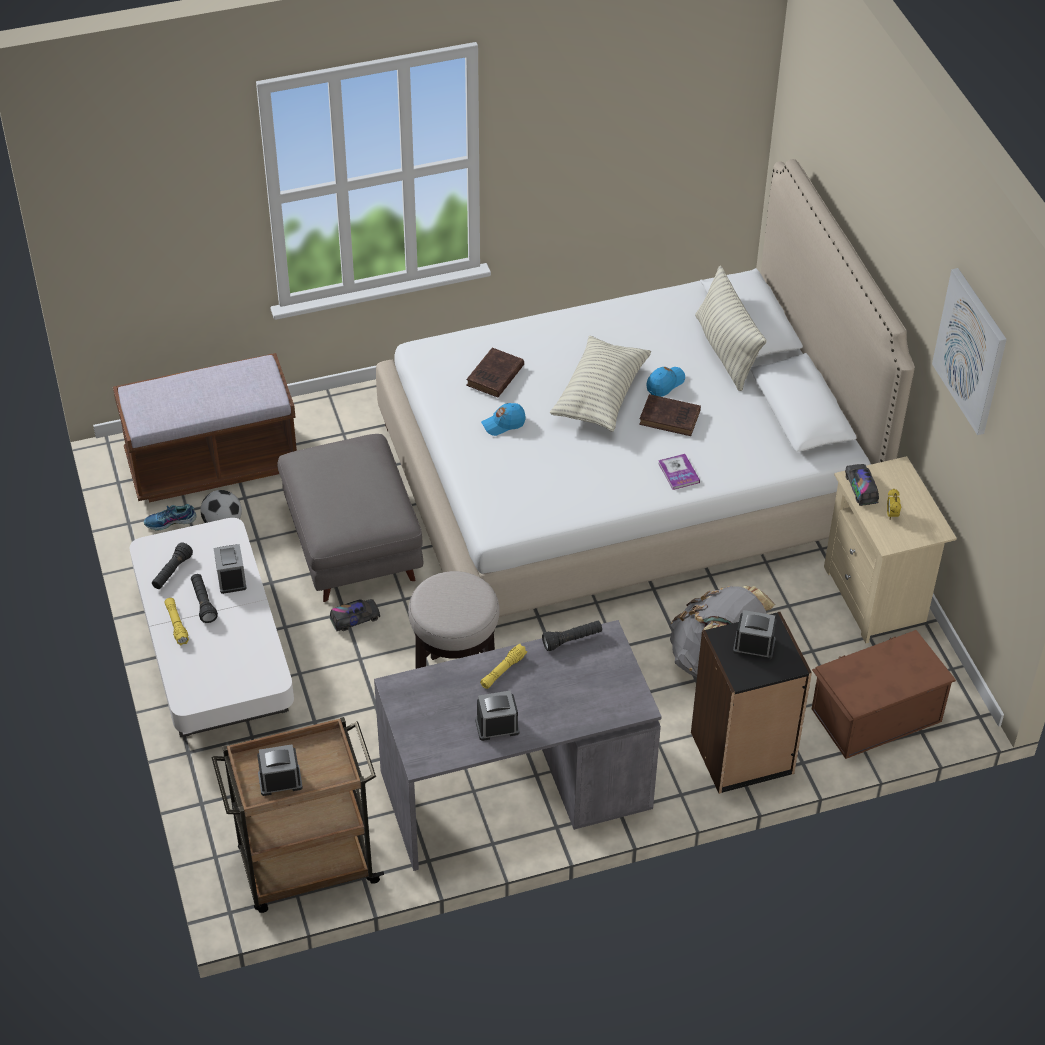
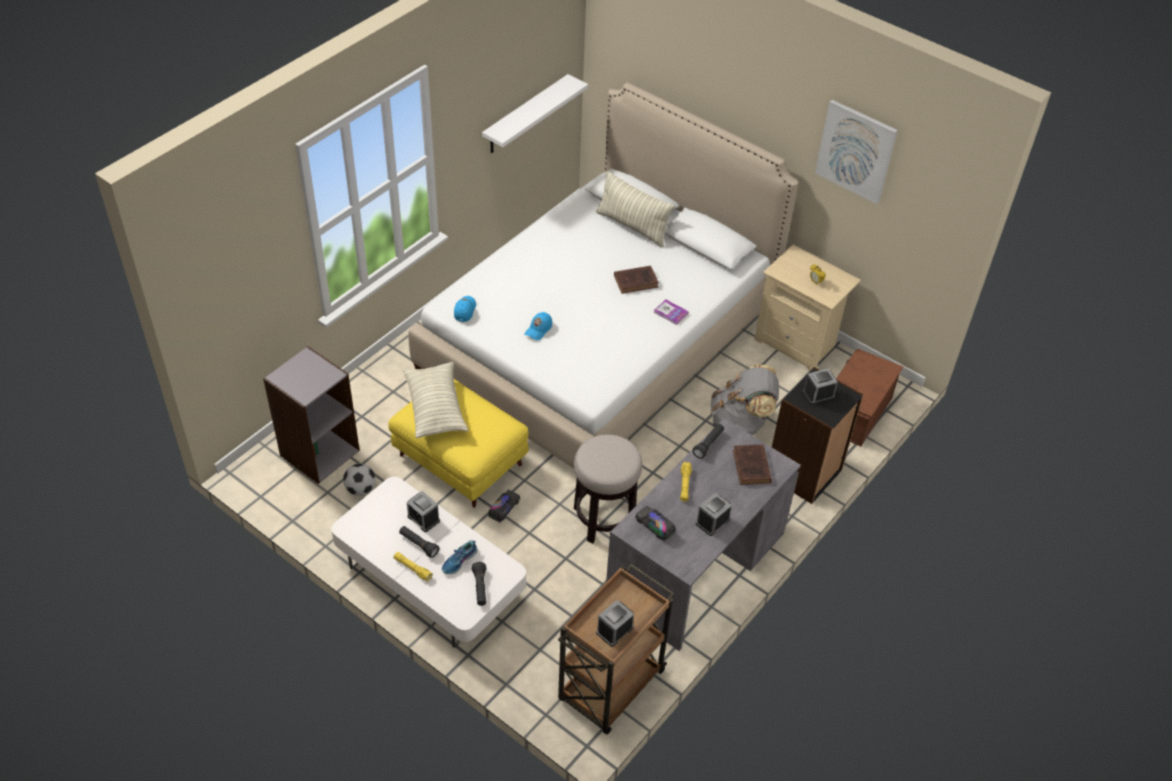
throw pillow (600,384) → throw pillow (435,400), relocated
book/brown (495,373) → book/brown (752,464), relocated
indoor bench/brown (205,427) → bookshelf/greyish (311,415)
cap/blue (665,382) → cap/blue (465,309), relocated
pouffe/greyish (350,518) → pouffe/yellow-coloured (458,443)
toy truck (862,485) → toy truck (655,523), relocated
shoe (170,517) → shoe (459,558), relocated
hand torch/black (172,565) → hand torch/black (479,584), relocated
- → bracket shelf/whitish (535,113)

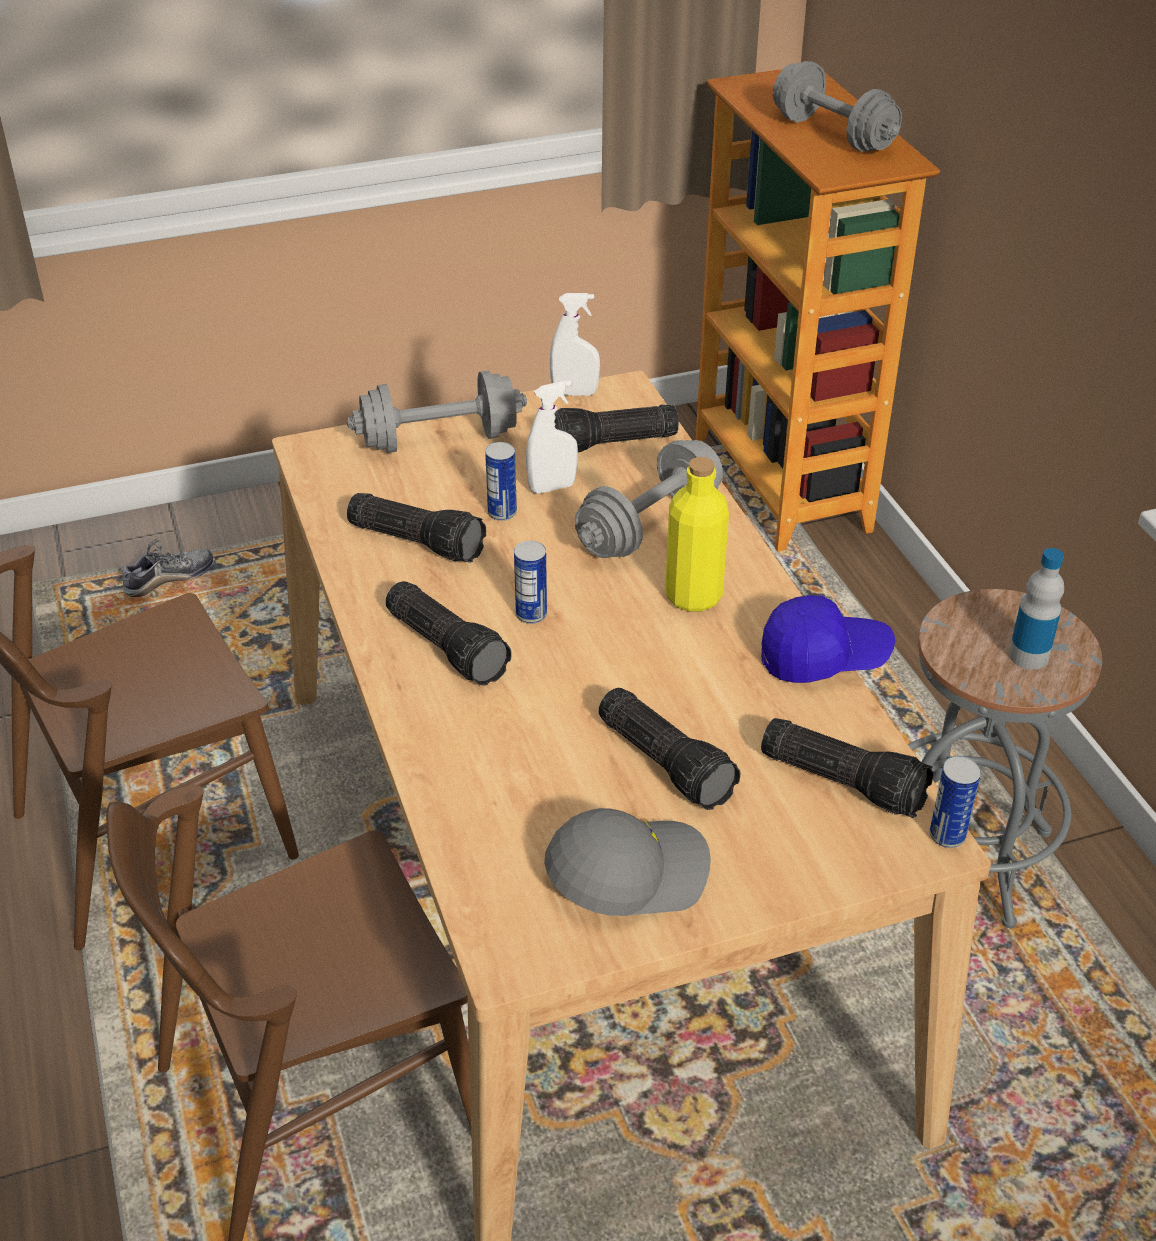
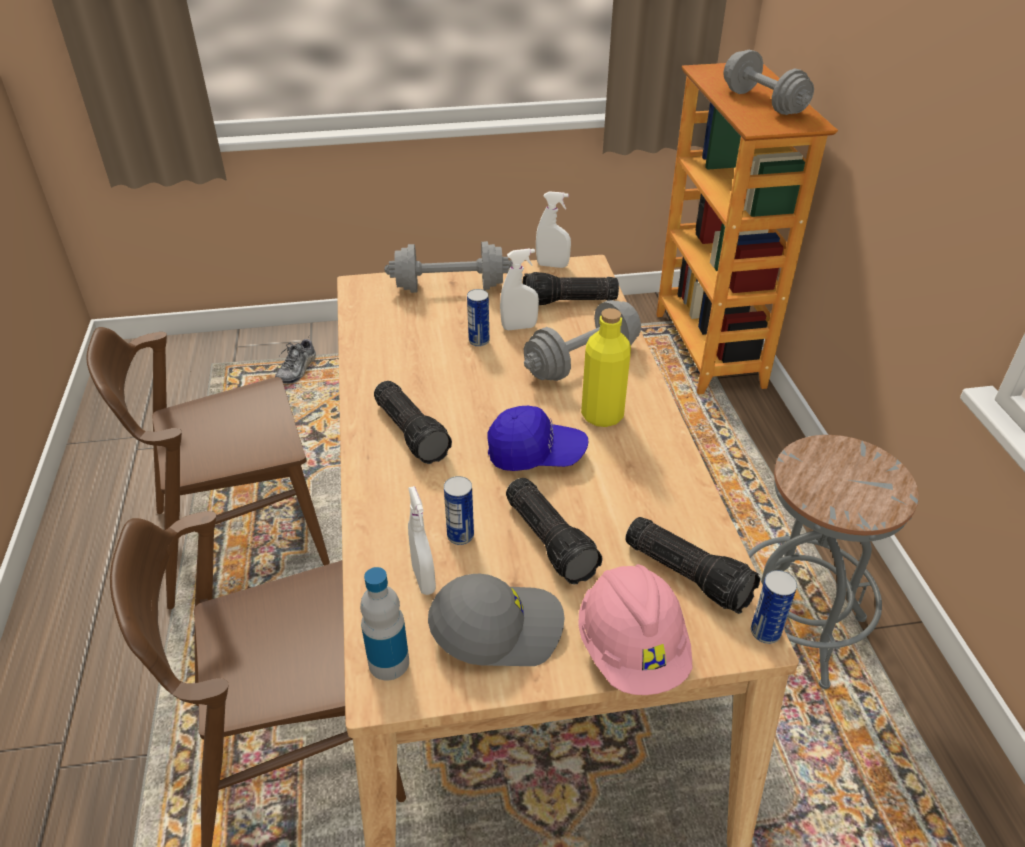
hand torch (416,528) → -
shoe (166,567) → shoe (295,361), 135 degrees clockwise
metal can (530,582) → metal can (459,510), relocated
beverage bottle (1036,608) → beverage bottle (384,623), relocated
cap/blue (828,639) → cap/blue (537,438), relocated
- → sprayer/whitish (422,540)
- → work helmet/pink (635,629)

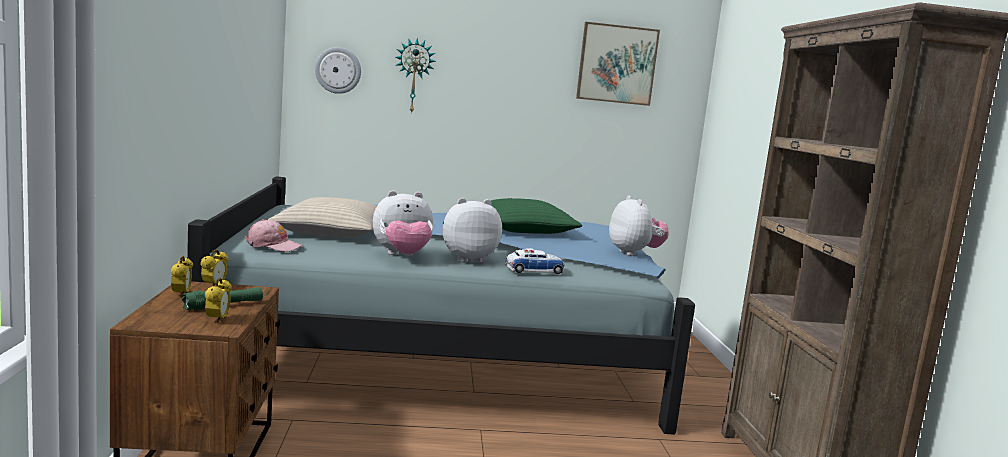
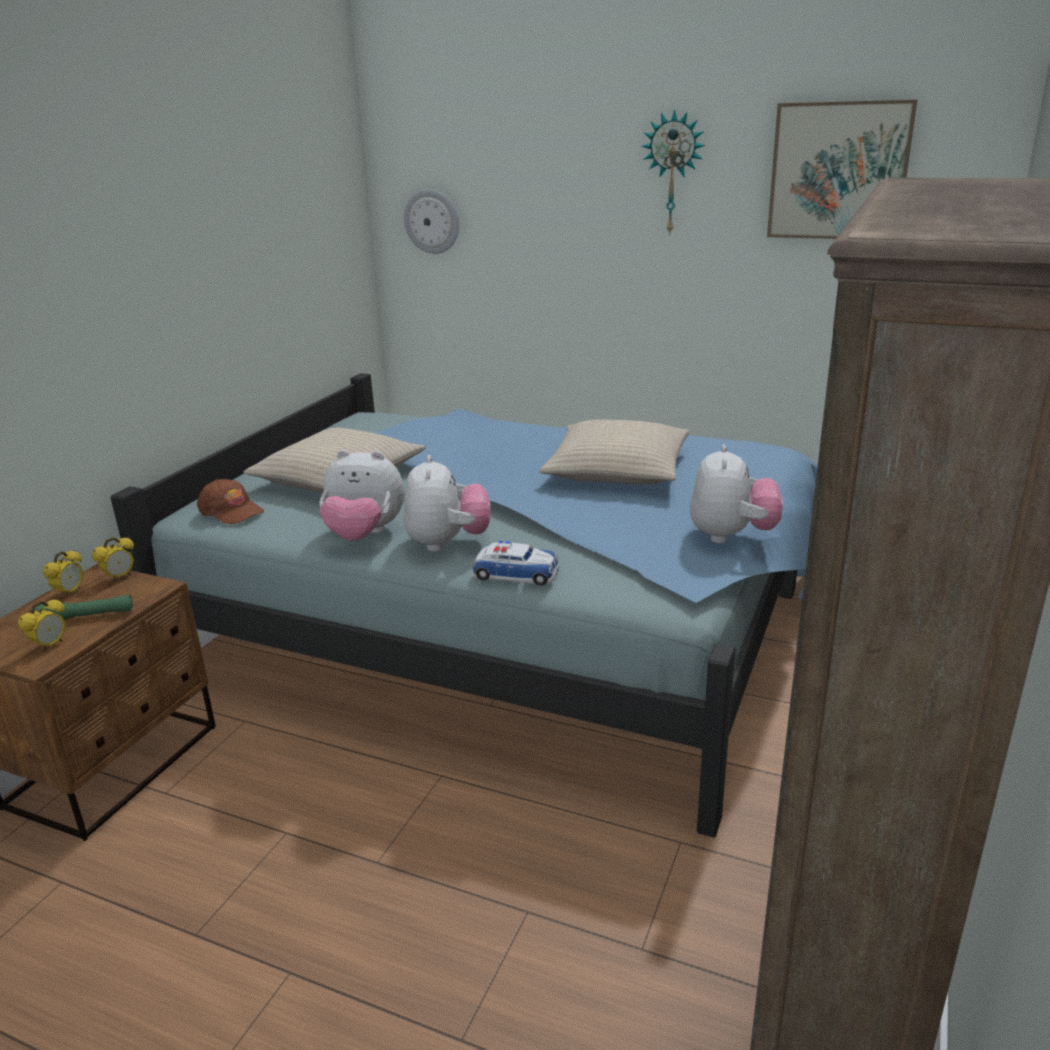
hanging clock (415,76) → hanging clock (674,172), relocated
cuddly toy (472,230) → cuddly toy (447,503), 75 degrees clockwise
throw pillow/green (536,216) → throw pillow/beige-coloured (615,452)
cap/pink (274,235) → cap/brown (230,501)

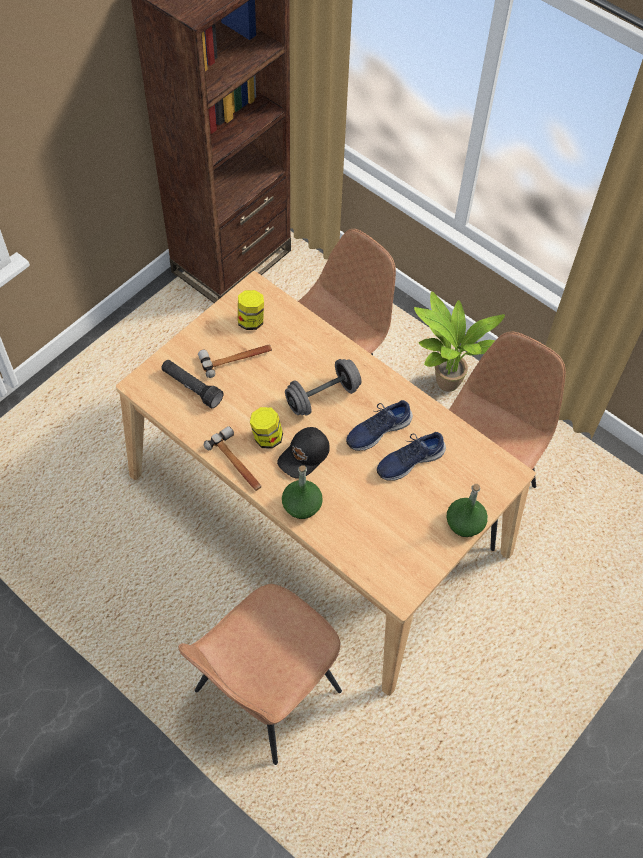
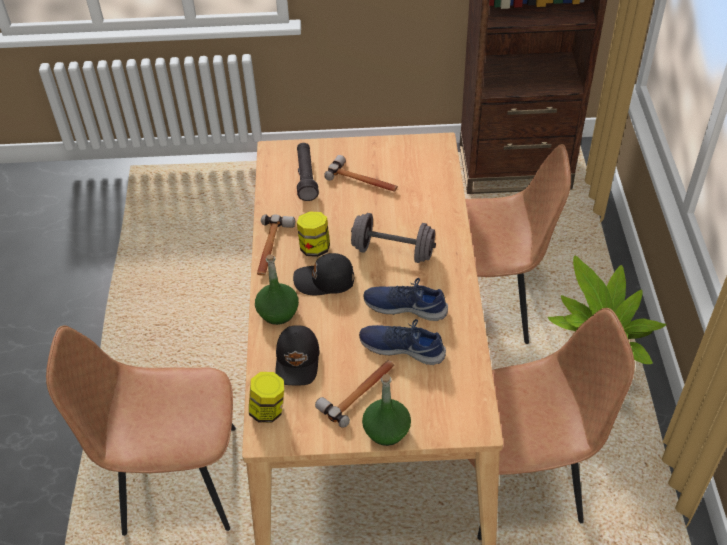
storage jar (251,310) → storage jar (266,397), relocated
- → cap/black (297,355)
- → tool hammer (354,394)

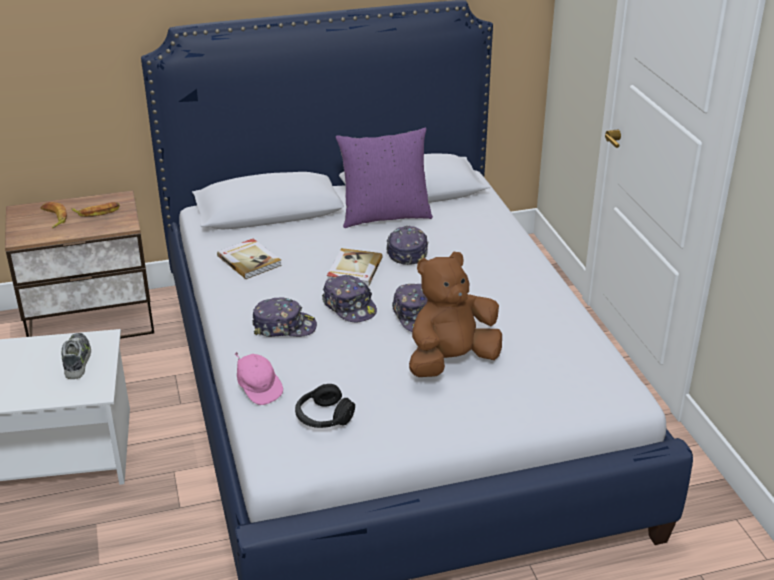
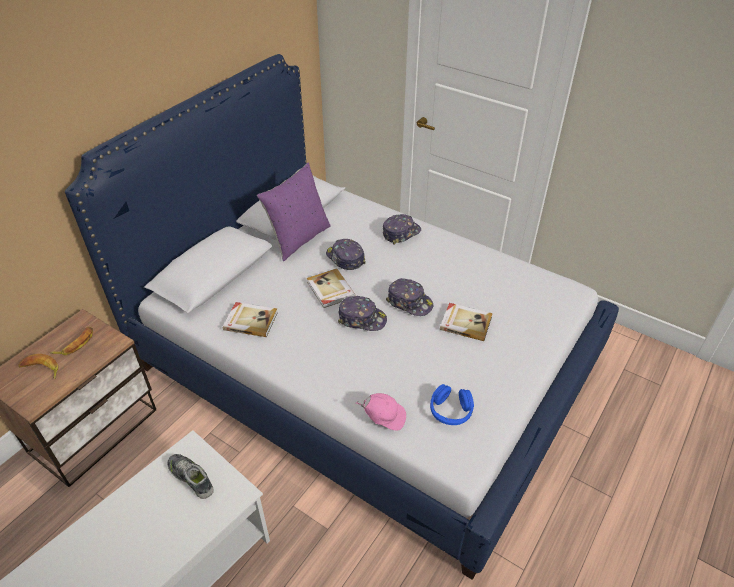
cuddly toy/brown (455,314) → book (466,322)
cap (285,317) → cap (402,229), relocated
pair of headphones/black (325,406) → pair of headphones/blue (452,404)

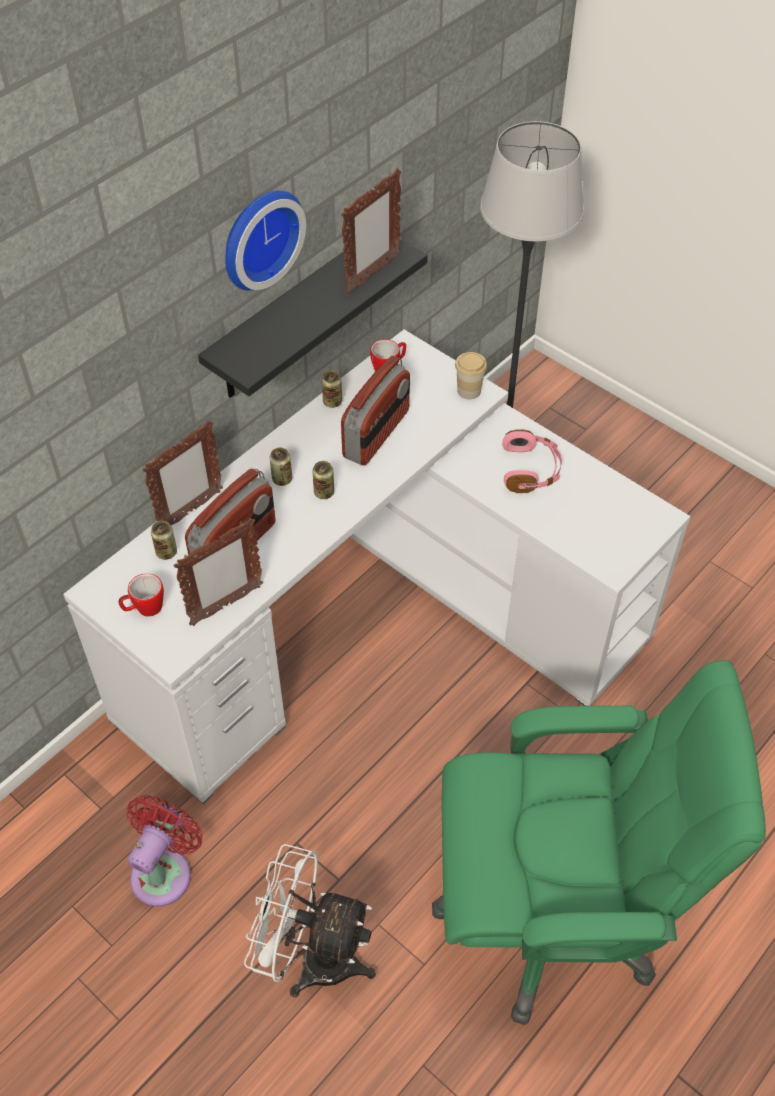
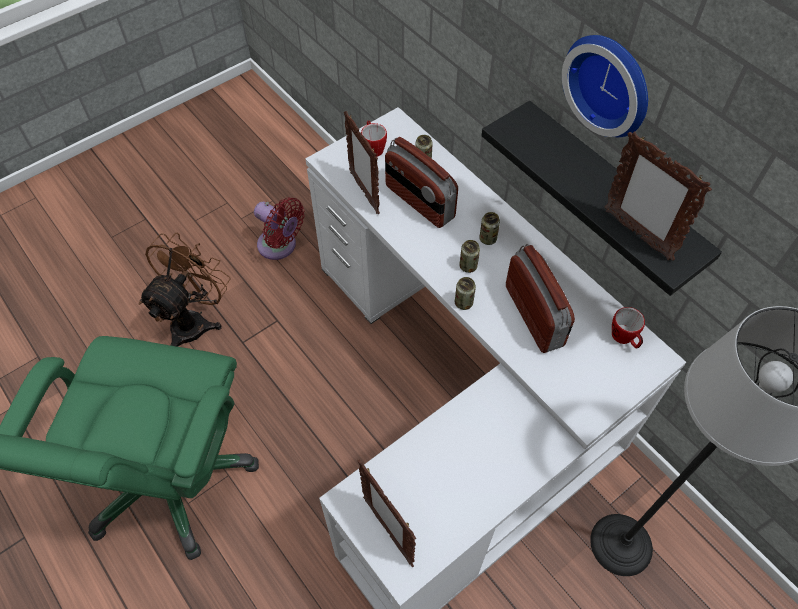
cup (471,375) → -
radio receiver (375,411) → radio receiver (540,298), 150 degrees counterclockwise
metal can (332,389) → metal can (465,293), relocated
standing frame (182,472) → standing frame (387,513), relocated
pair of headphones/pink (532,461) → -
fan/whitish (310,920) → fan/brown (185,290)

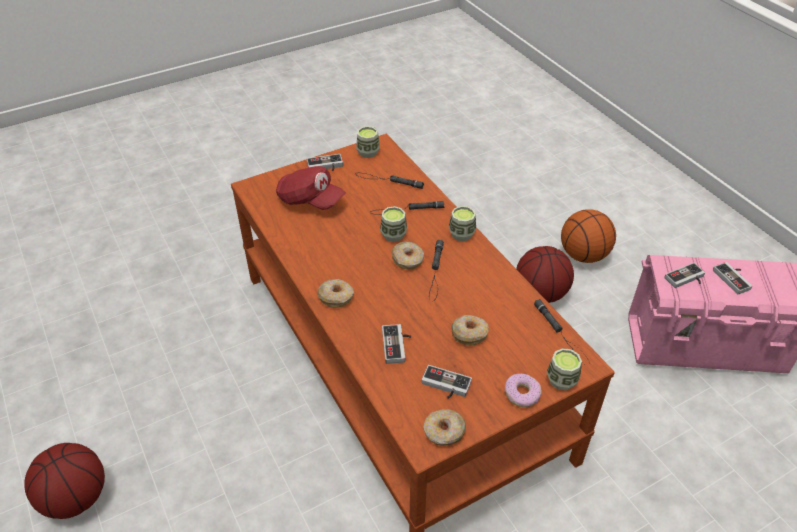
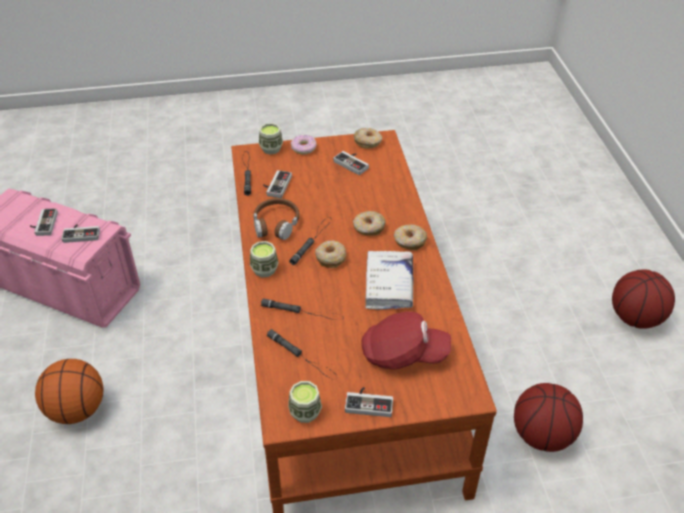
cap/reddish (311,188) → cap/reddish (406,340), 135 degrees clockwise
cup (393,224) → -
ball for basketball (545,274) → ball for basketball (548,417), relocated
doughnut (470,330) → doughnut (369,223), relocated
game controller (397,344) → game controller (277,184), relocated
- → pair of headphones/brown (276,219)
- → book/whitish (389,280)

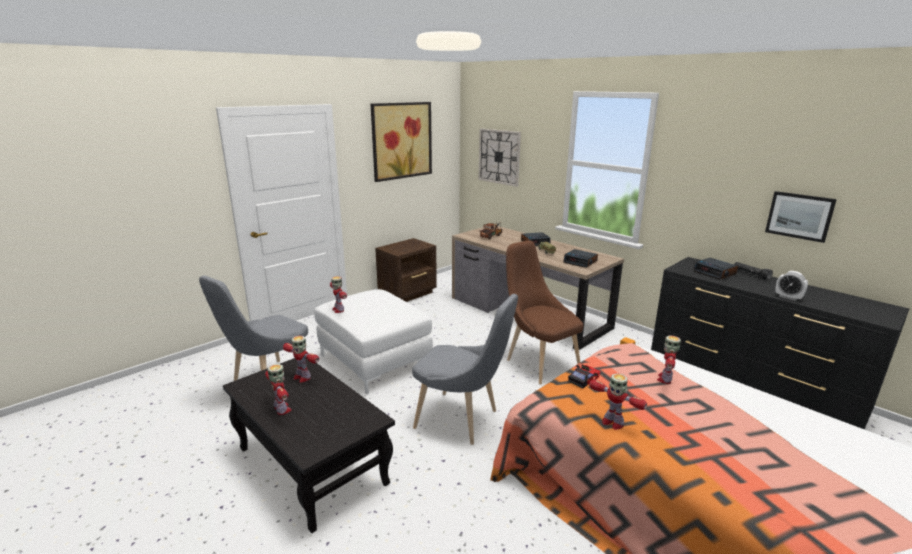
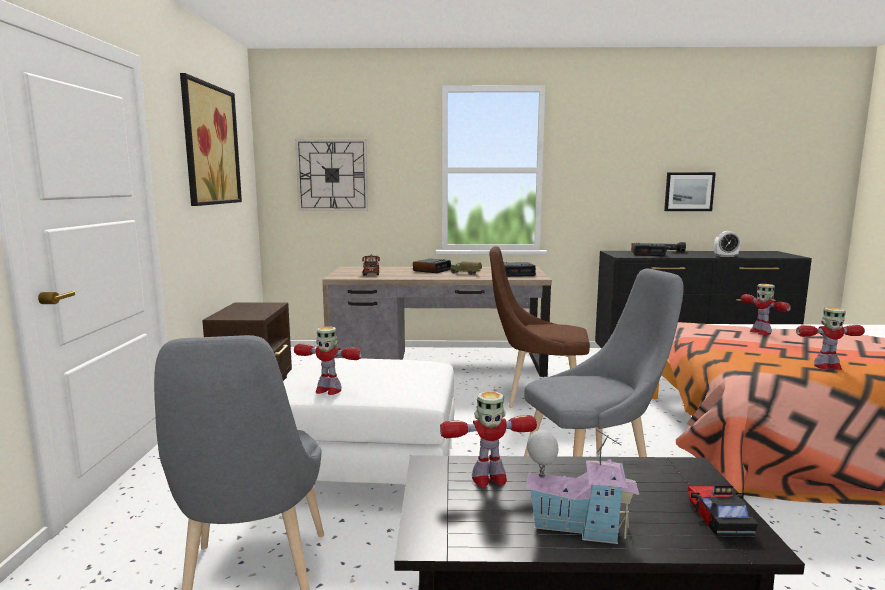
robot figure (278,389) → toy house (582,486)
model car (584,376) → model car (723,511), relocated

